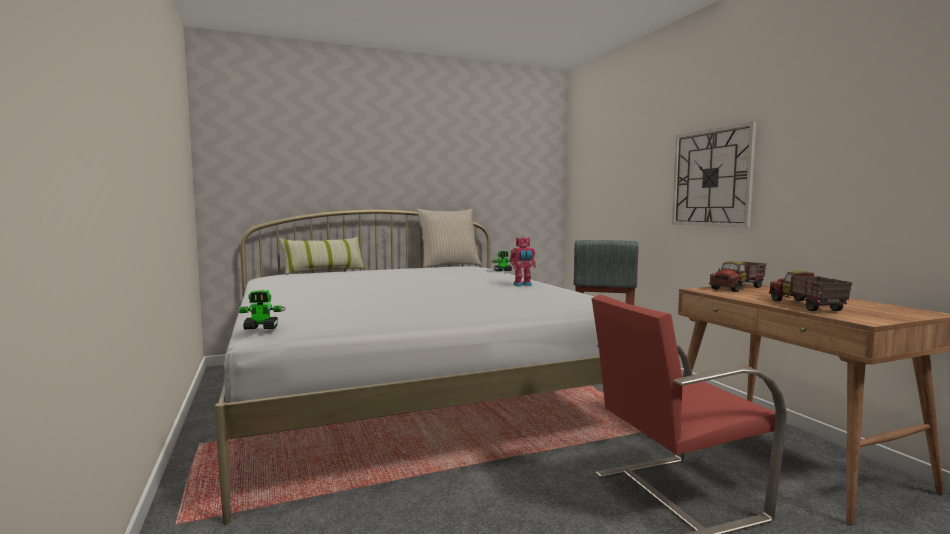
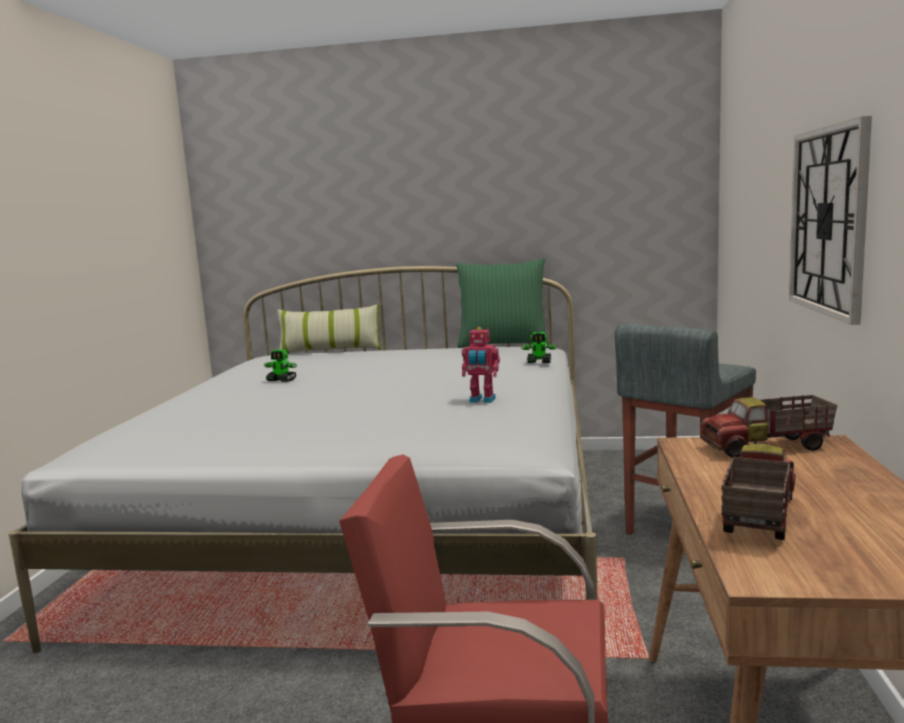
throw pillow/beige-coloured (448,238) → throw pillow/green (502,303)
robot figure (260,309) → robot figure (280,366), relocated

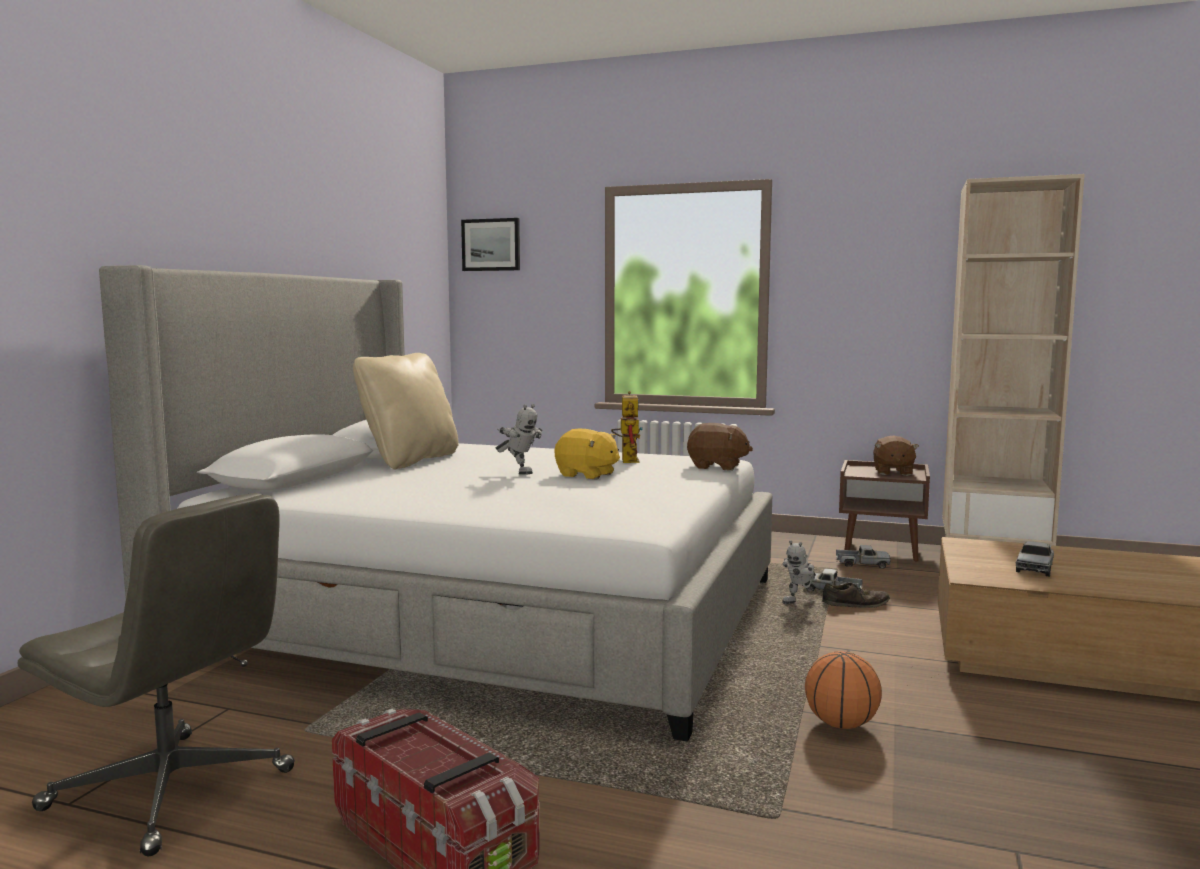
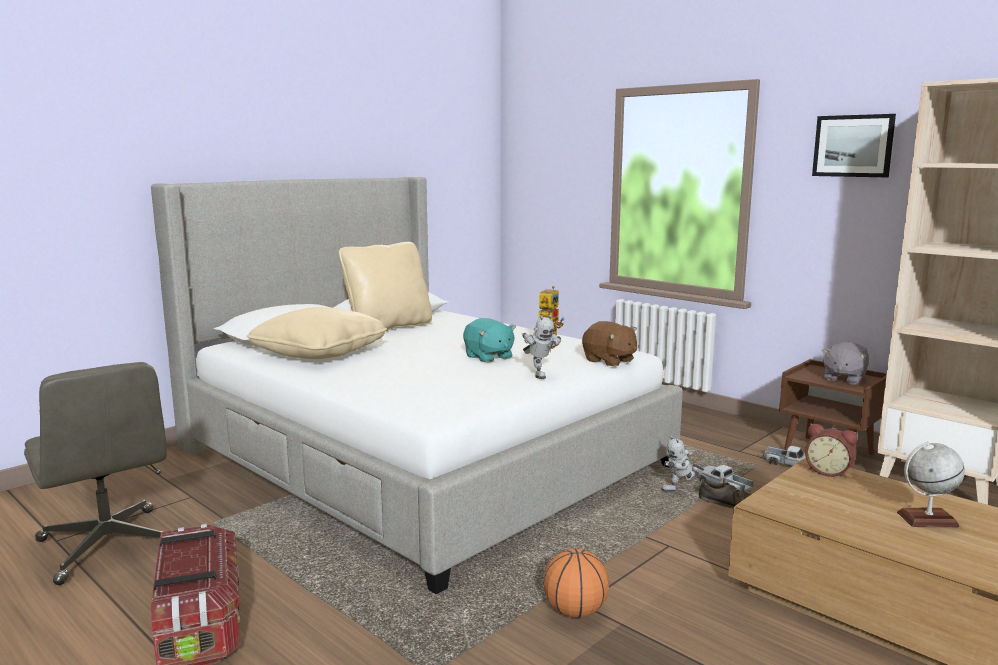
wall picture (490,244) → wall picture (854,145), relocated
robot figure (519,439) → robot figure (541,346), relocated
cuddly toy/yellow-coloured (587,454) → cuddly toy/turquoise-coloured (489,340)
cuddly toy/brown (896,455) → cuddly toy/greyish (845,363)
toy truck (1035,559) → -
- → throw pillow/beige-coloured (317,333)
- → bedside clock (831,450)
- → globe (931,484)

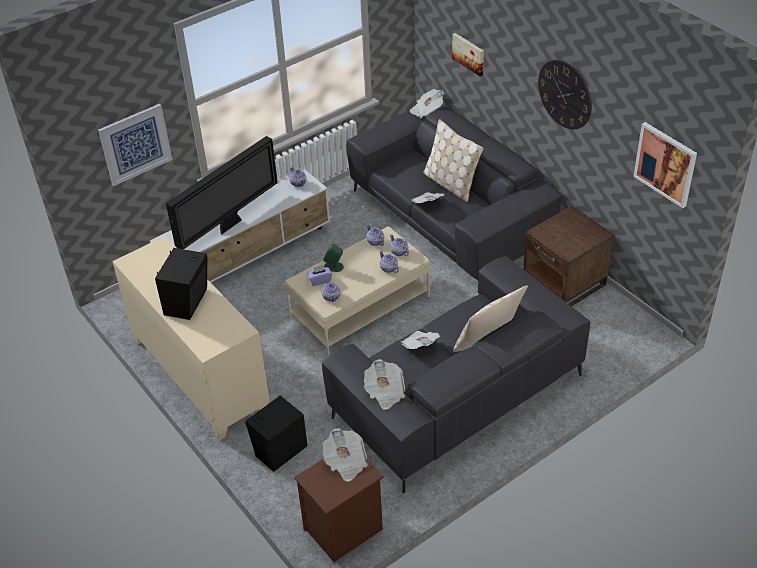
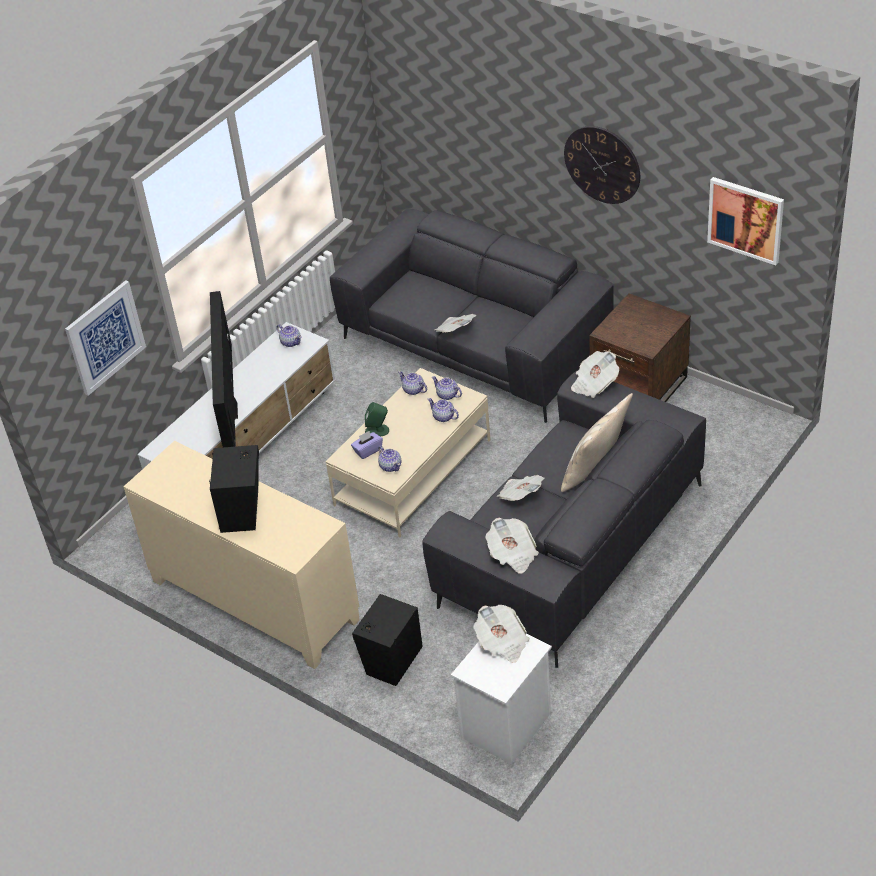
wall picture (468,54) → -
printed paper (427,103) → printed paper (595,374), relocated
throw pillow/beige-coloured (453,160) → -
TV set (222,192) → TV set (224,369), 150 degrees clockwise
night table/brown (339,510) → night table/whitish (501,699)

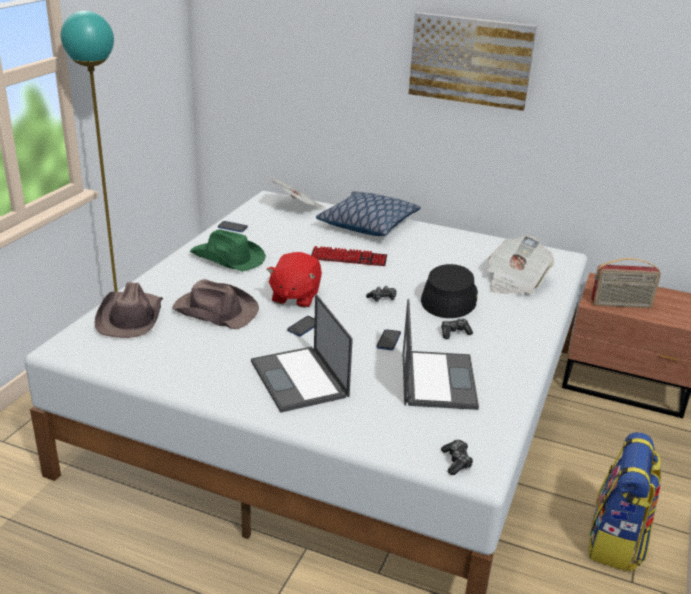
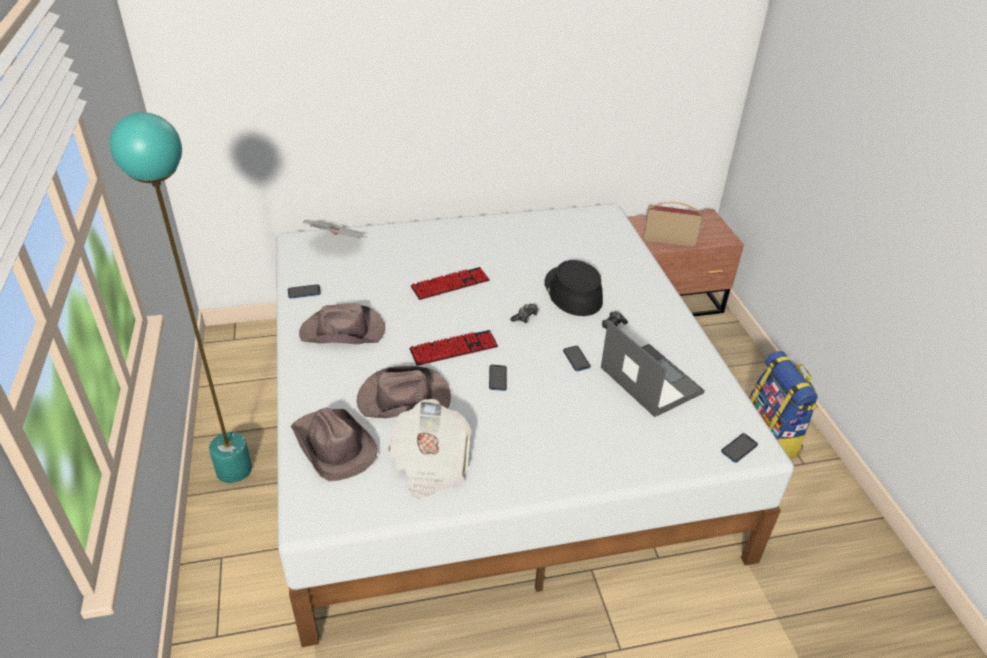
wall picture (473,61) → -
throw pillow (368,213) → -
clothing hat/green (228,251) → clothing hat/brown (342,323)
printed paper (520,264) → printed paper (430,449), relocated
cuddly toy/reddish (294,280) → PC keyboard (453,348)
radio receiver (626,283) → radio receiver (673,224), 135 degrees counterclockwise
portable computer (302,353) → -
game controller (457,457) → handset (739,448)

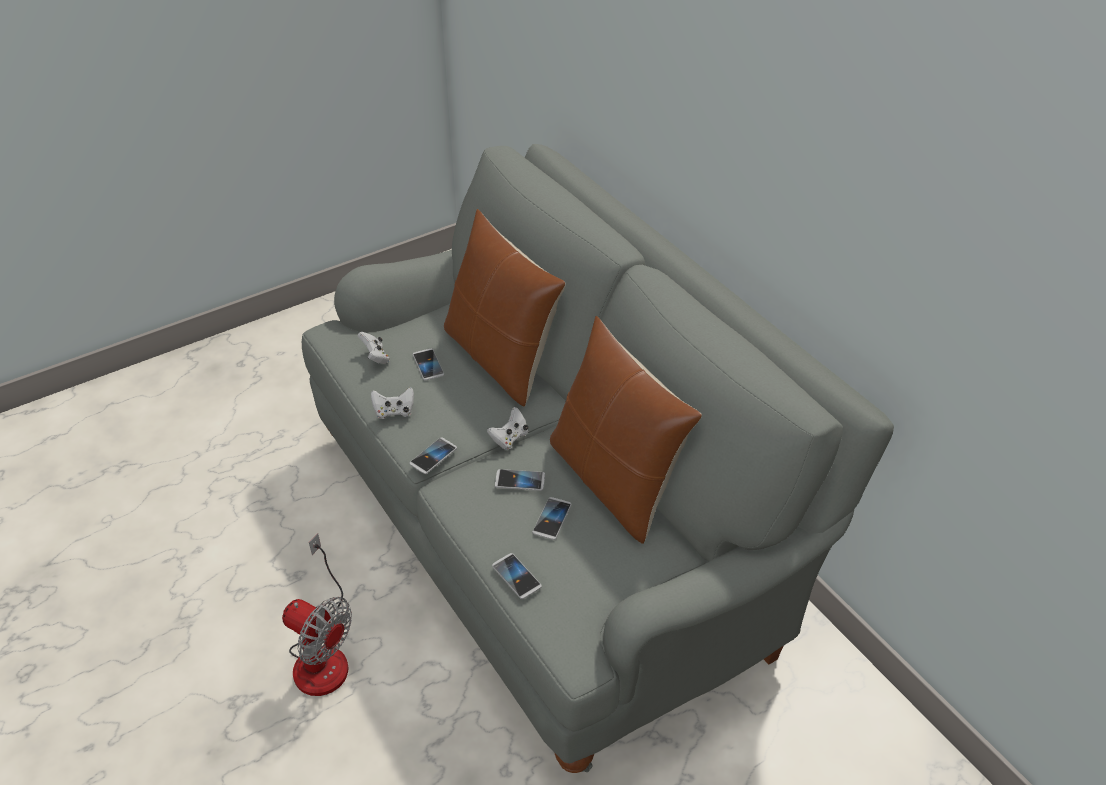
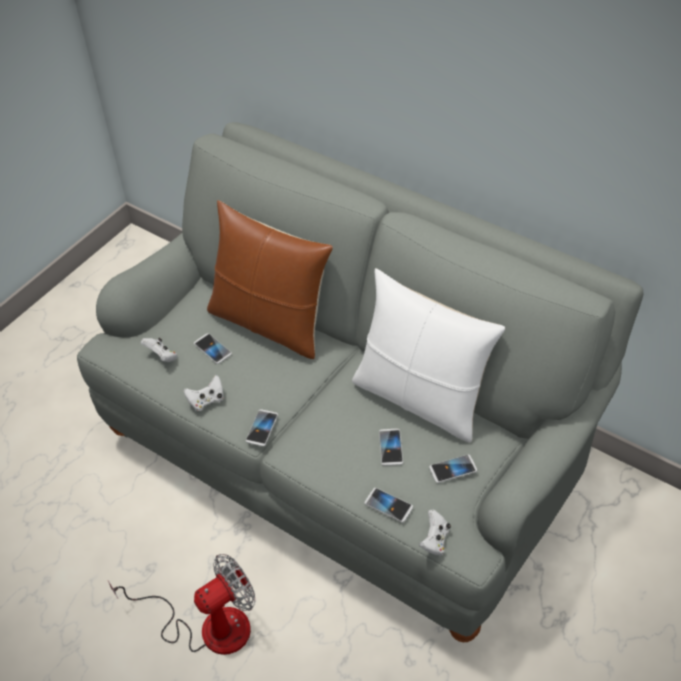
throw pillow/brown (626,430) → throw pillow/whitish (428,355)
game controller/whitish (507,428) → game controller/whitish (435,533), relocated
handset (520,480) → handset (453,468), relocated
fan (317,614) → fan (181,604), 45 degrees counterclockwise

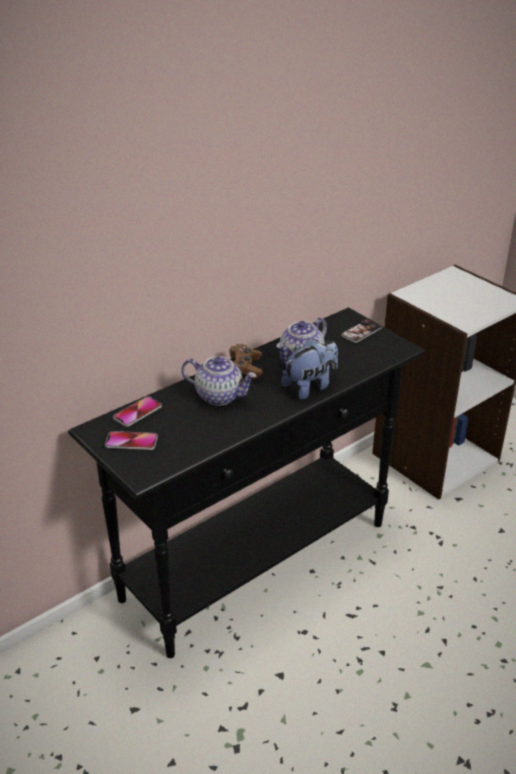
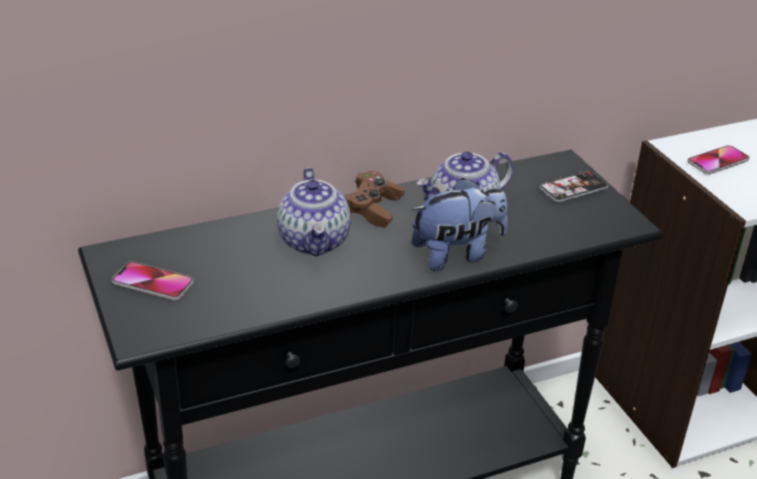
teapot (219,381) → teapot (314,212), 45 degrees clockwise
handset (137,411) → handset (718,159), relocated

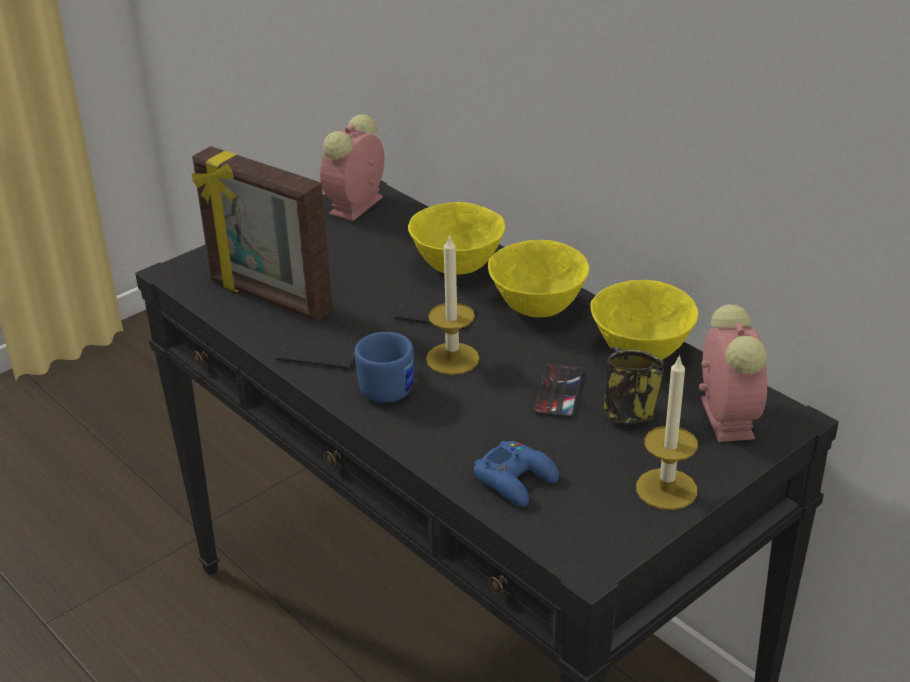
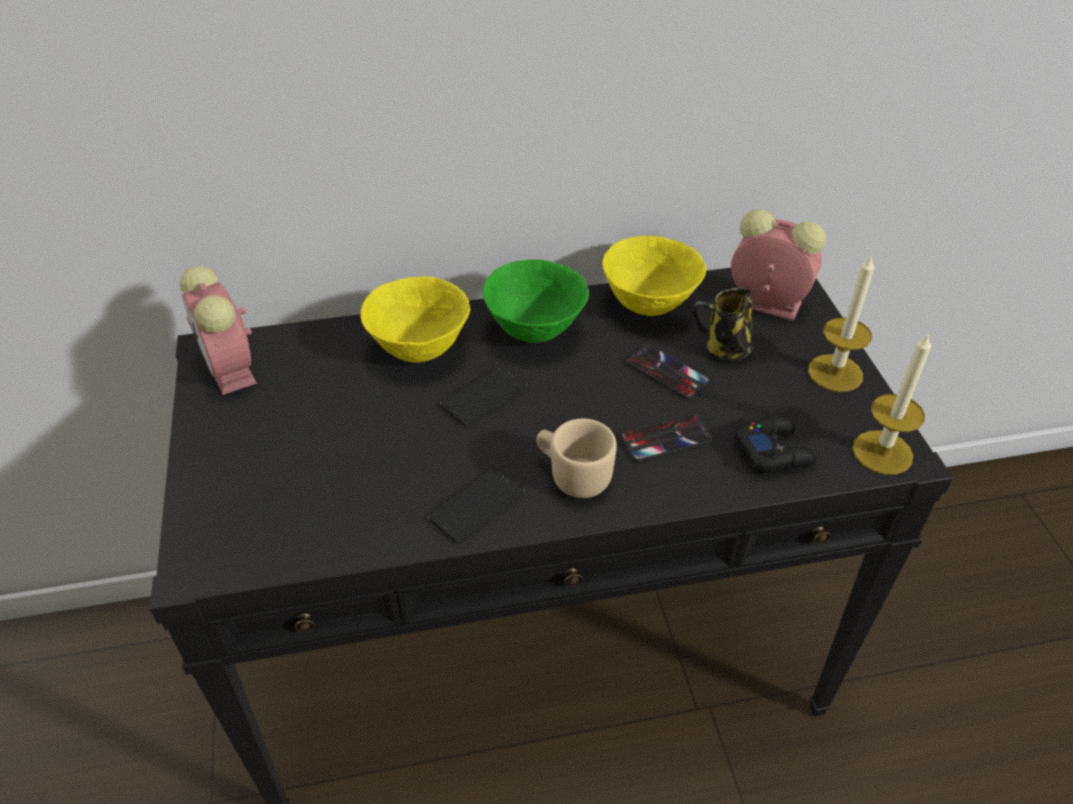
standing frame (262,233) → -
wax candle (452,304) → wax candle (892,403), relocated
bowl/yellow-coloured (538,278) → bowl/green (536,301)
mug/blue (384,367) → mug/beige-coloured (577,458)
game controller/blue (516,474) → game controller/black (775,443)
- → handset (667,438)

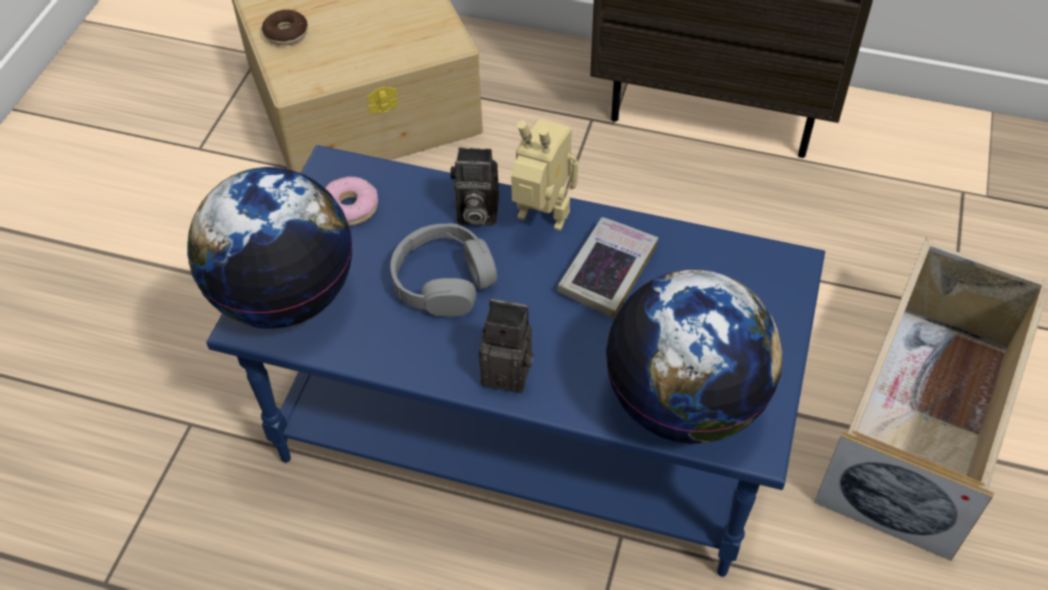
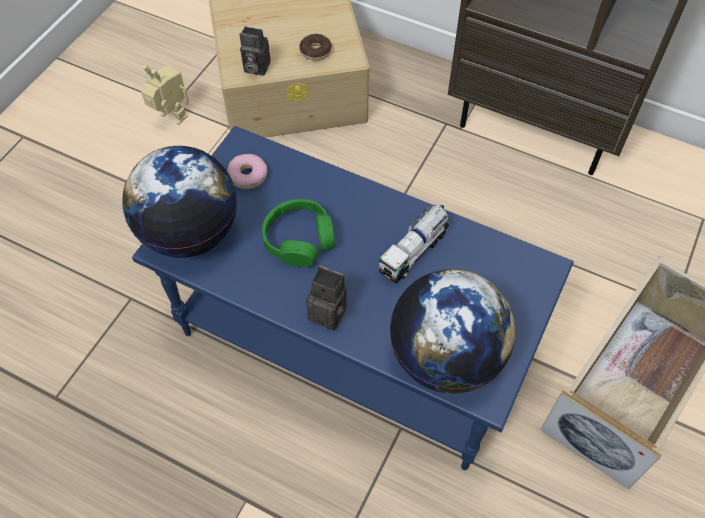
doughnut (285,27) → doughnut (315,47), relocated
robot figure (544,175) → robot figure (165,95), relocated
still camera (474,186) → still camera (255,51), relocated
book (607,268) → toy truck (414,244)
pair of headphones/greyish (443,270) → pair of headphones/green (298,233)

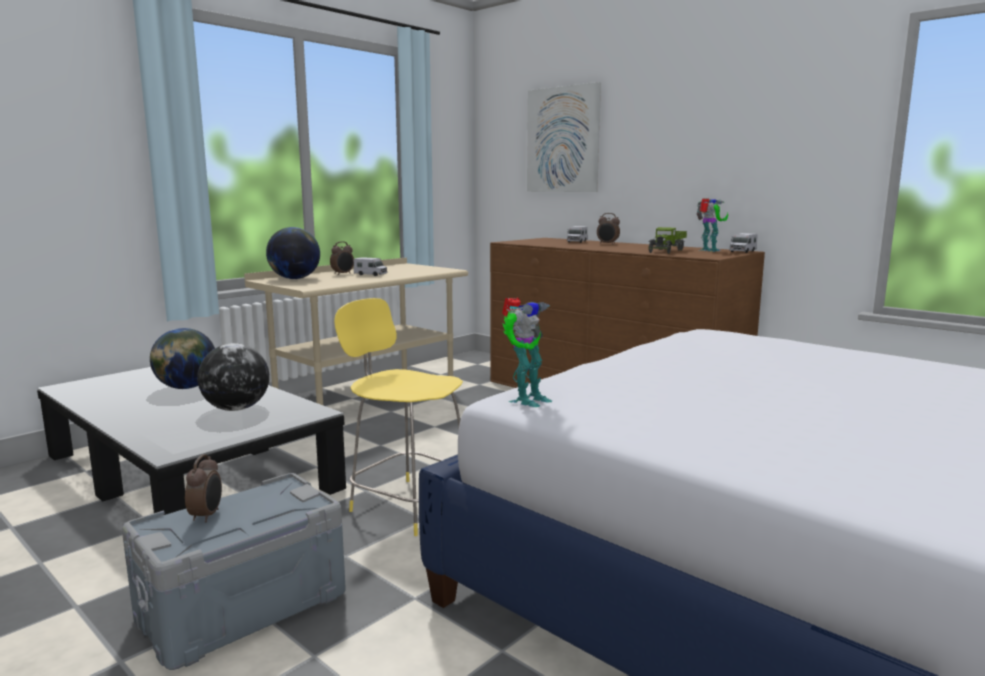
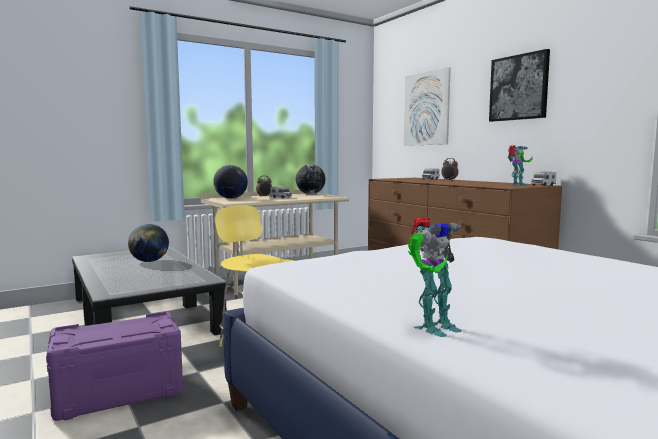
toy truck (668,240) → -
robot figure (527,352) → robot figure (435,277), relocated
globe (233,377) → globe (311,179), relocated
bedside clock (203,488) → -
storage bin/greyish (234,571) → storage bin/purple-coloured (114,366)
- → wall picture (519,85)

